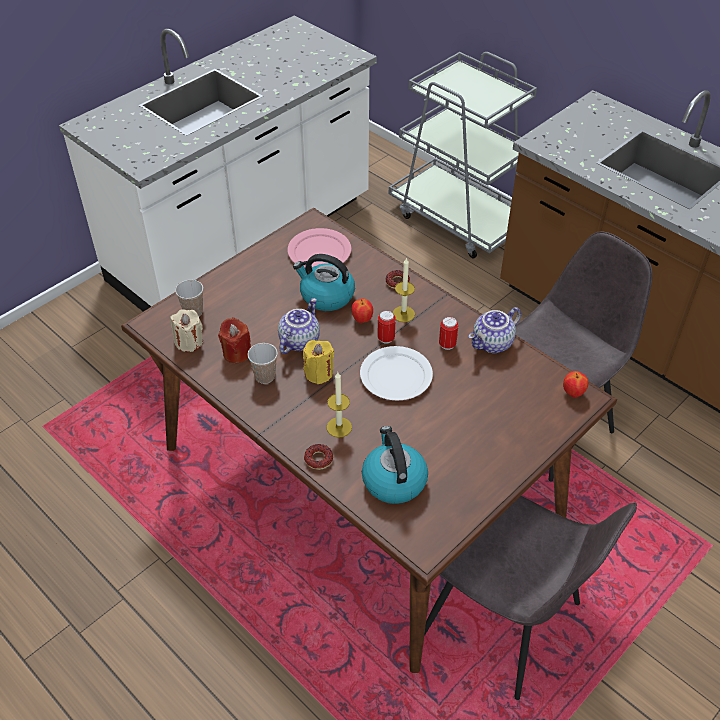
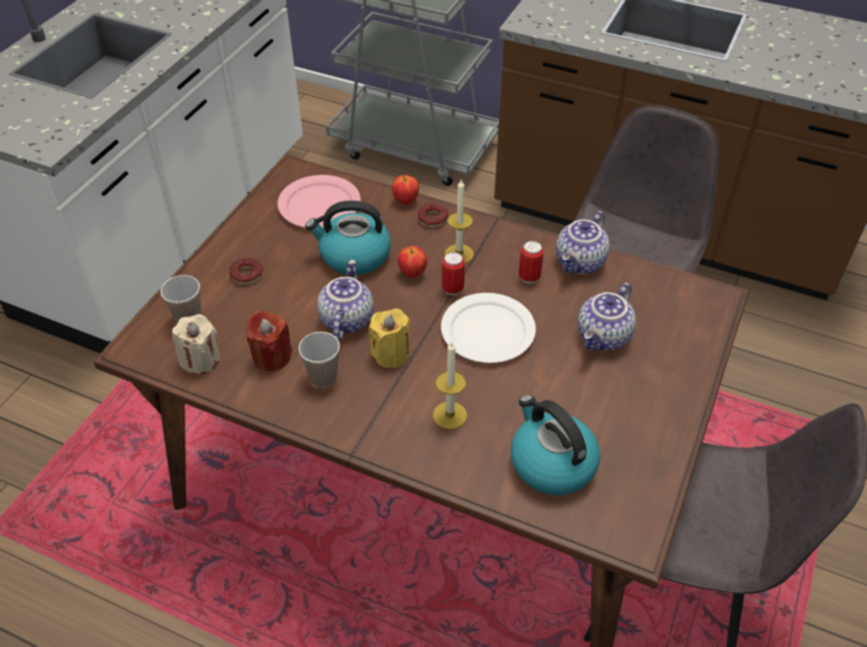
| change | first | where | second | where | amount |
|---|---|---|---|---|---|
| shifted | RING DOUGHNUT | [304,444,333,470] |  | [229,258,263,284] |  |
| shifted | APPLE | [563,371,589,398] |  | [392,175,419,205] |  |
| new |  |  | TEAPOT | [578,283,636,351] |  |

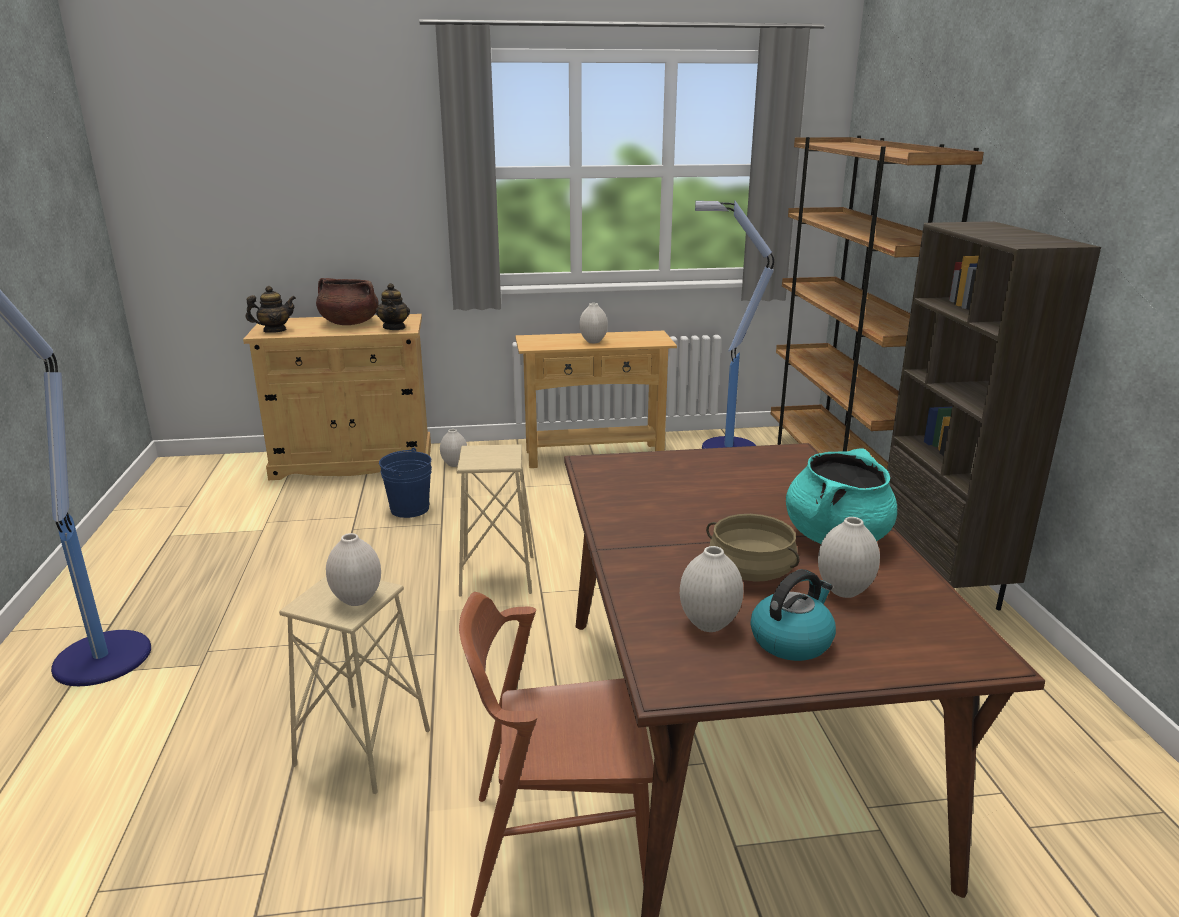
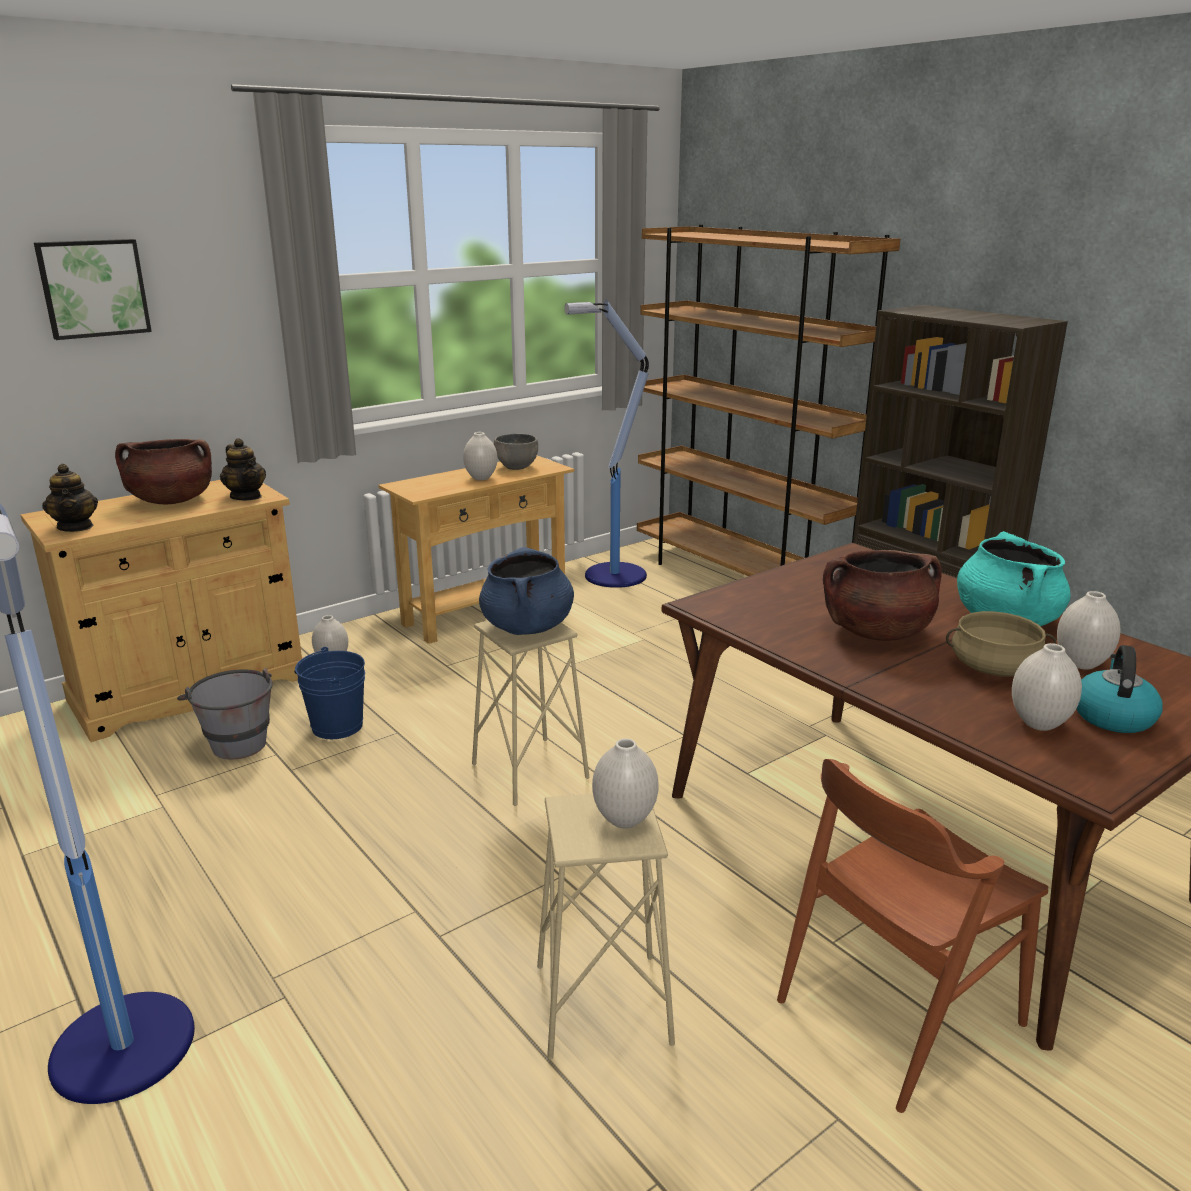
| change | first | where | second | where | amount |
|---|---|---|---|---|---|
| new |  |  | WALL PICTURE | [34,239,152,340] |  |
| rotated | TEAPOT | [246,286,296,333] |  | [42,464,98,532] | 120 degrees clockwise |
| new |  |  | GREY WATER BUCKET | [177,668,273,760] |  |
| new |  |  | BLUISH COOKING POT | [479,547,574,635] |  |
| new |  |  | GREY BOWL | [494,434,538,470] |  |
| new |  |  | BROWNISH COOKING POT | [823,550,941,641] |  |

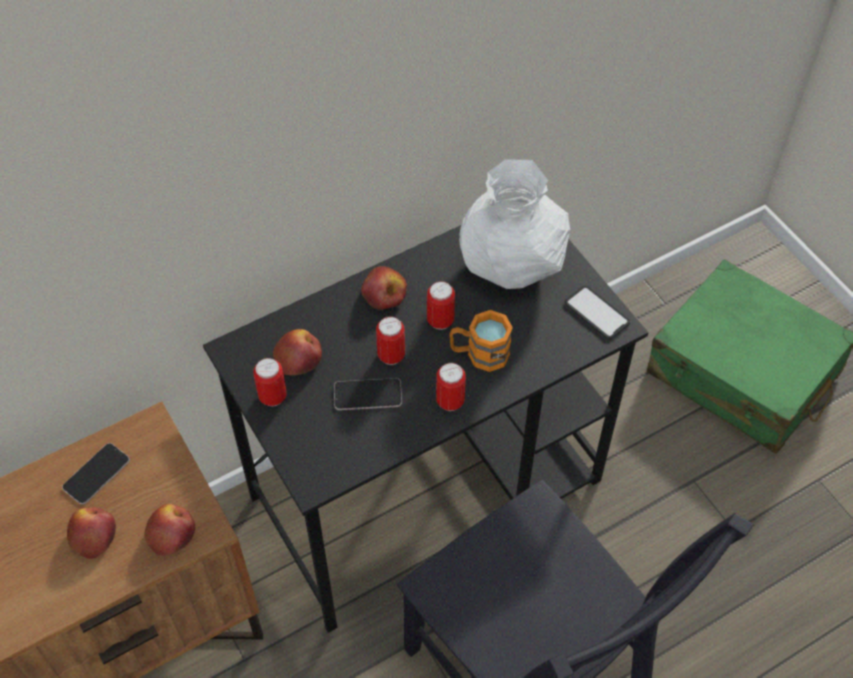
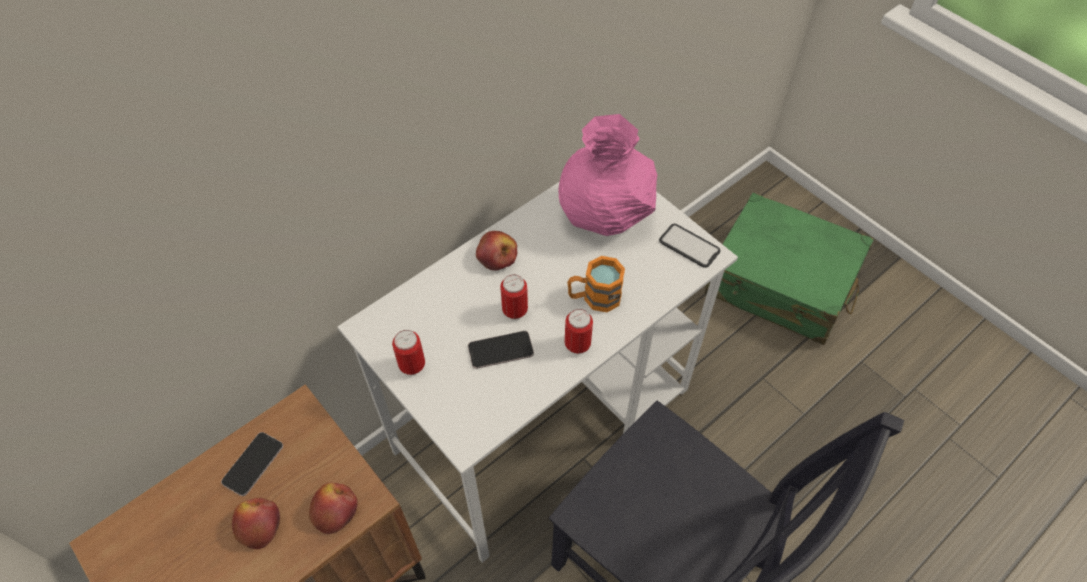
| change | first | where | second | where | amount |
|---|---|---|---|---|---|
| repainted | BLACK DESK UNIT | [203,225,649,633] | WHITISH DESK UNIT | [337,182,738,563] |  |
| repainted | WHITISH VASE | [459,159,570,289] | PINK-COLOURED VASE | [558,114,657,236] |  |
| gone | APPLE | [273,329,322,375] |  |  |  |
| gone | SEALED CAN | [427,281,455,330] |  |  |  |

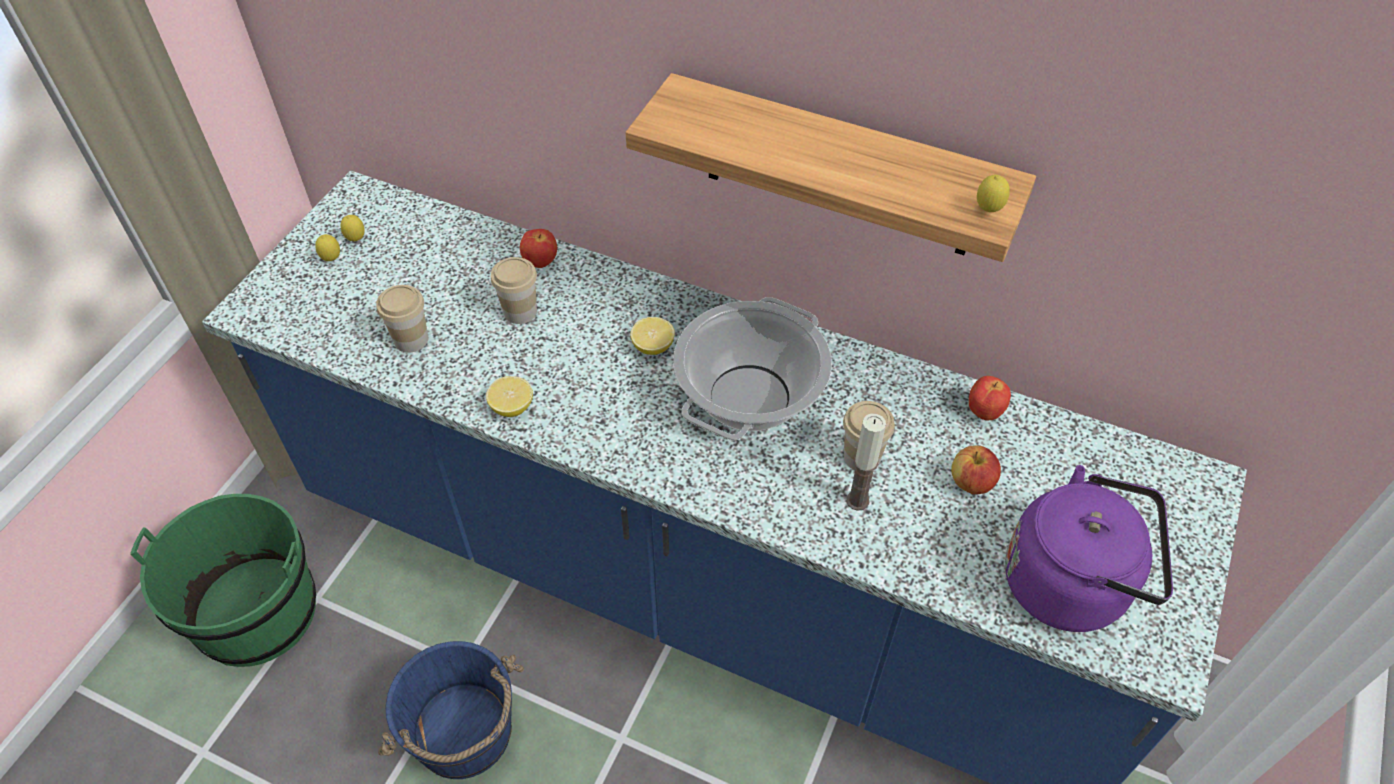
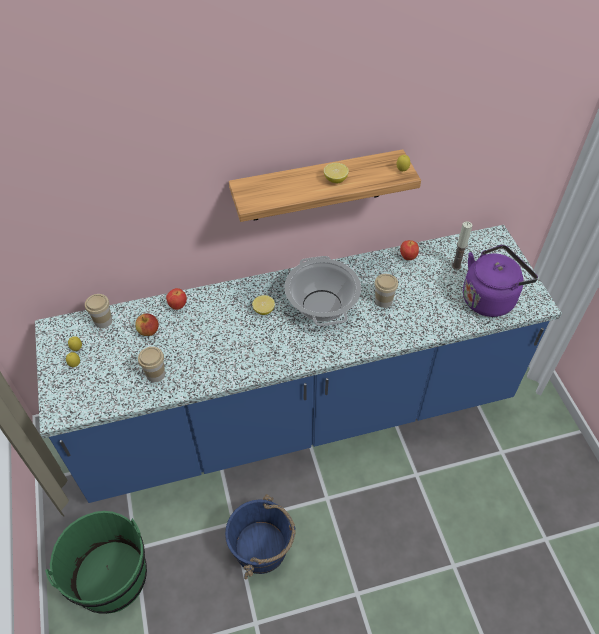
| change | first | where | second | where | amount |
|---|---|---|---|---|---|
| shifted | DRINKING CUP | [491,257,537,324] |  | [85,294,112,328] |  |
| shifted | APPLE | [951,446,1001,494] |  | [135,313,159,336] |  |
| shifted | WHOLE LEMON | [486,376,533,417] |  | [324,163,349,183] |  |
| shifted | WAX CANDLE | [846,413,886,511] |  | [451,221,472,270] |  |

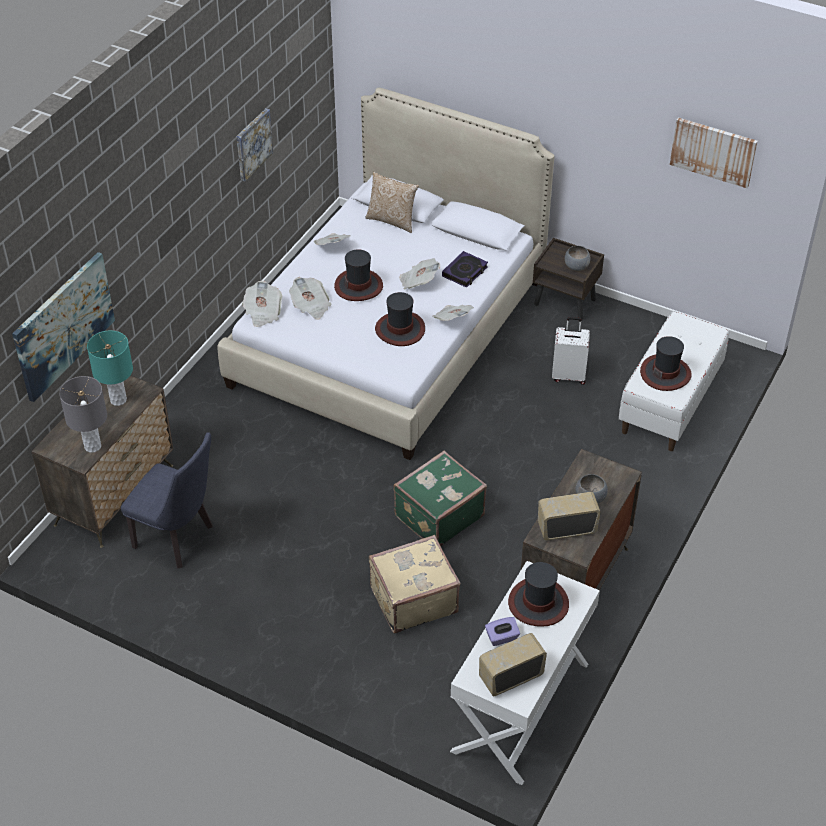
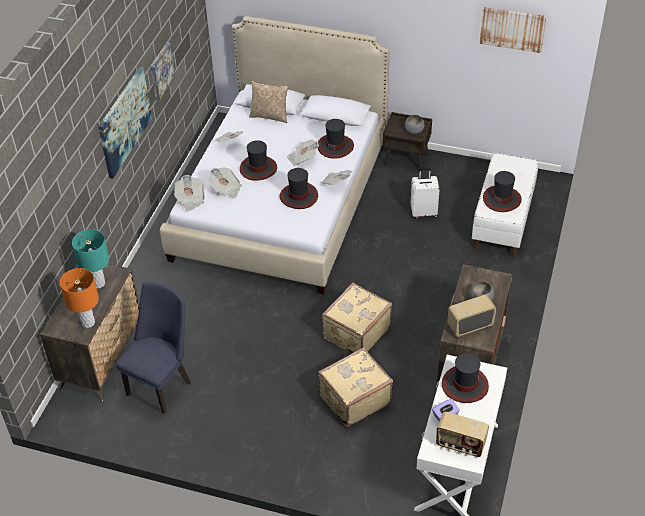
| change | first | where | second | where | amount |
|---|---|---|---|---|---|
| repainted | GREY LAMP FOR A TABLE | [59,376,107,453] | ORANGE-COLOURED LAMP FOR A TABLE | [60,268,99,328] |  |
| shifted | WALL PICTURE | [12,252,115,402] |  | [98,67,152,179] |  |
| rotated | BLUISH CHAIR | [121,432,213,569] |  | [116,282,191,414] | 75 degrees counterclockwise |
| swapped | BOOK | [442,251,488,288] | WEARABLE HAT | [317,119,354,159] |  |
| repainted | GREENISH SUITCASE | [394,451,487,546] | BEIGE SUITCASE | [322,283,392,354] |  |
| rotated | RADIO RECEIVER | [479,633,547,696] |  | [436,412,489,457] | 120 degrees counterclockwise |

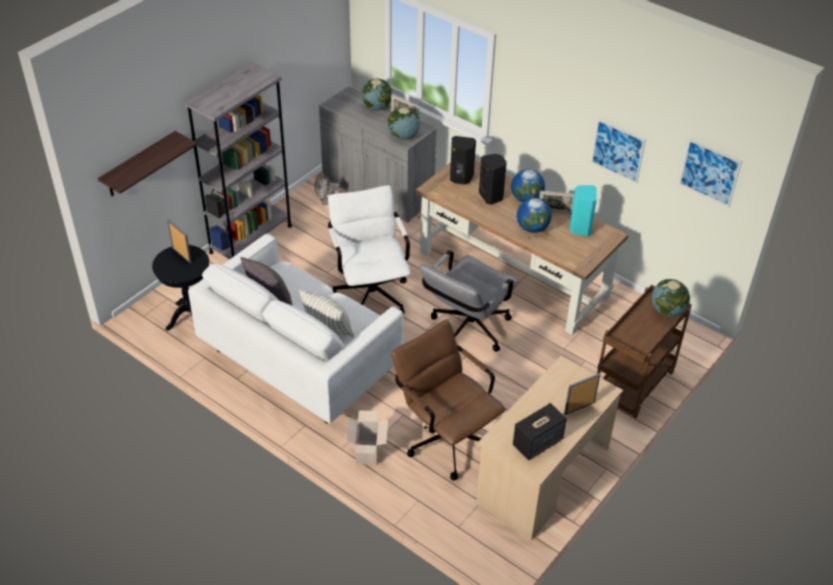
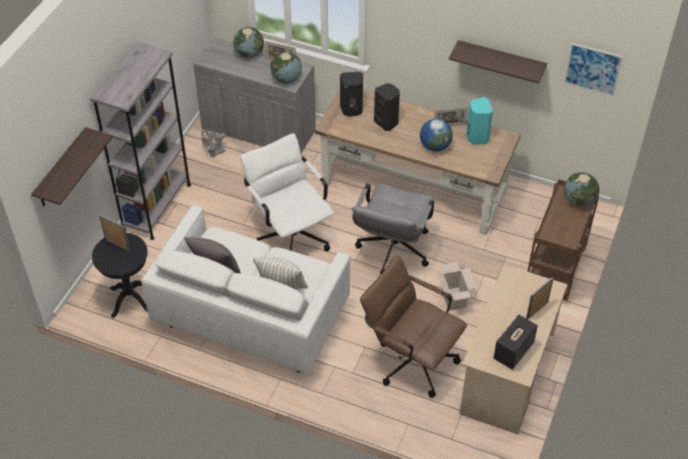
| change | first | where | second | where | amount |
|---|---|---|---|---|---|
| shifted | PACKING BOX | [346,410,388,465] |  | [437,262,477,311] |  |
| swapped | WALL PICTURE | [591,119,646,184] | WALL SHELF | [449,40,547,84] |  |
| gone | GLOBE | [511,169,545,202] |  |  |  |

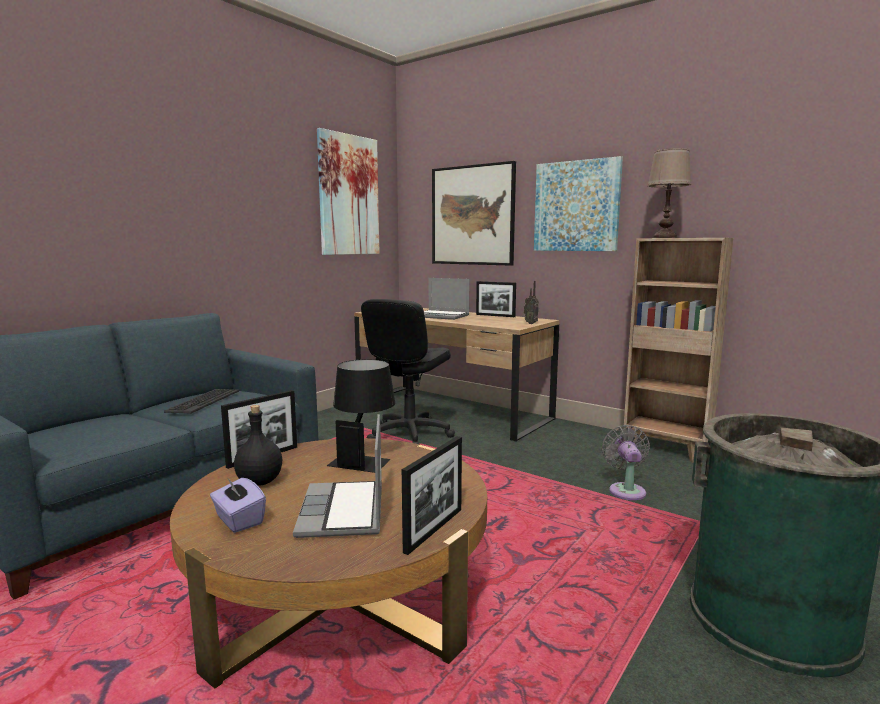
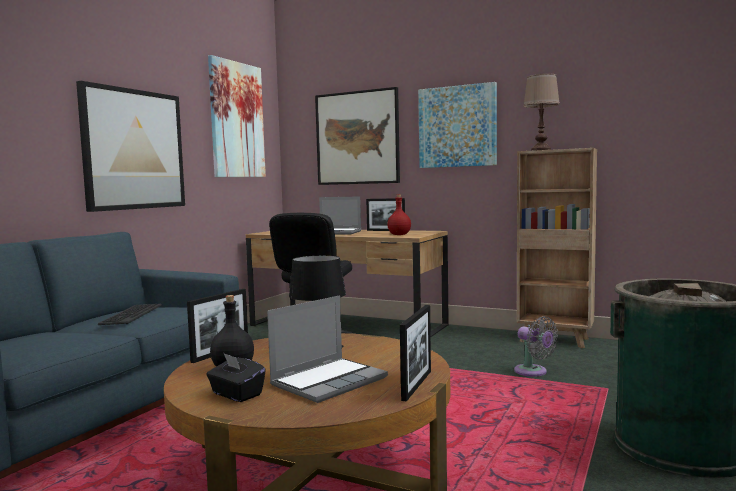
| change | first | where | second | where | amount |
|---|---|---|---|---|---|
| new |  |  | WALL PICTURE | [76,81,185,212] |  |
| repainted | PURPLISH BOX OF TISSUES | [210,477,266,533] | BLACK BOX OF TISSUES | [206,353,266,402] |  |
| rotated | NOTEBOOK COMPUTER | [293,414,382,538] |  | [267,295,388,403] | 120 degrees counterclockwise |
| new |  |  | REDDISH BOTTLE | [387,194,411,235] |  |
| rotated | GREY FAN | [602,425,650,500] |  | [514,316,558,377] | 150 degrees clockwise |
| gone | RADIO RECEIVER | [524,281,540,324] |  |  |  |

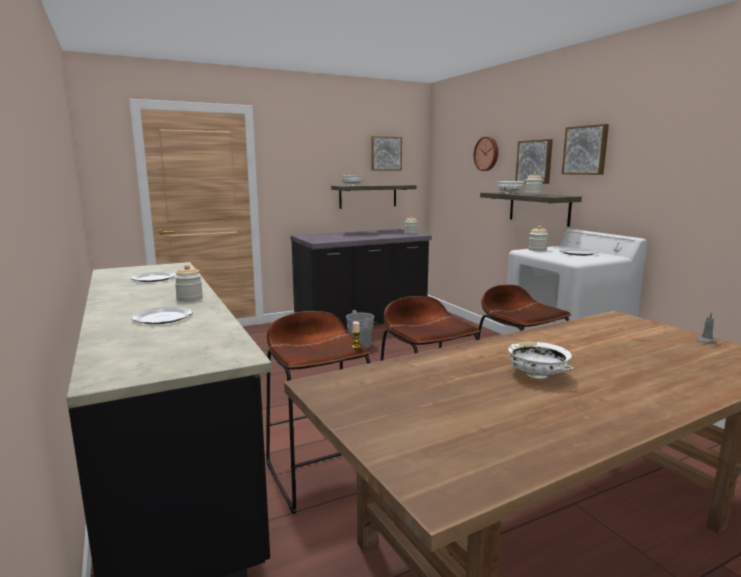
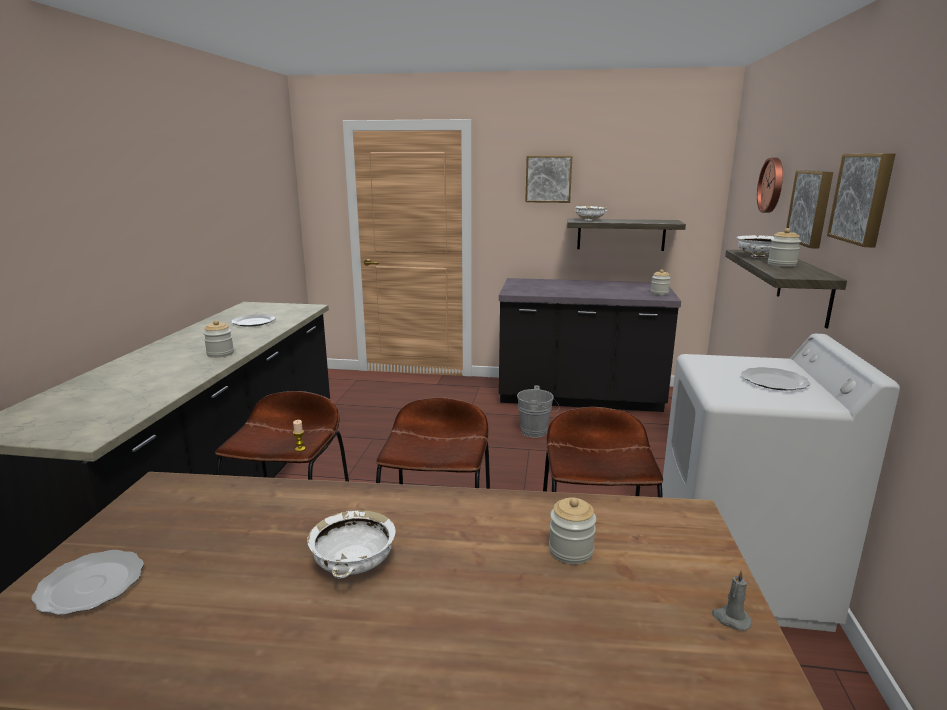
| change | first | where | second | where | amount |
|---|---|---|---|---|---|
| shifted | PLATE | [132,306,193,324] |  | [31,550,144,615] |  |
| shifted | WALL PICTURE | [371,136,402,171] |  | [525,156,573,203] |  |
| shifted | PRESERVE JAR | [528,226,548,251] |  | [549,498,596,564] |  |

